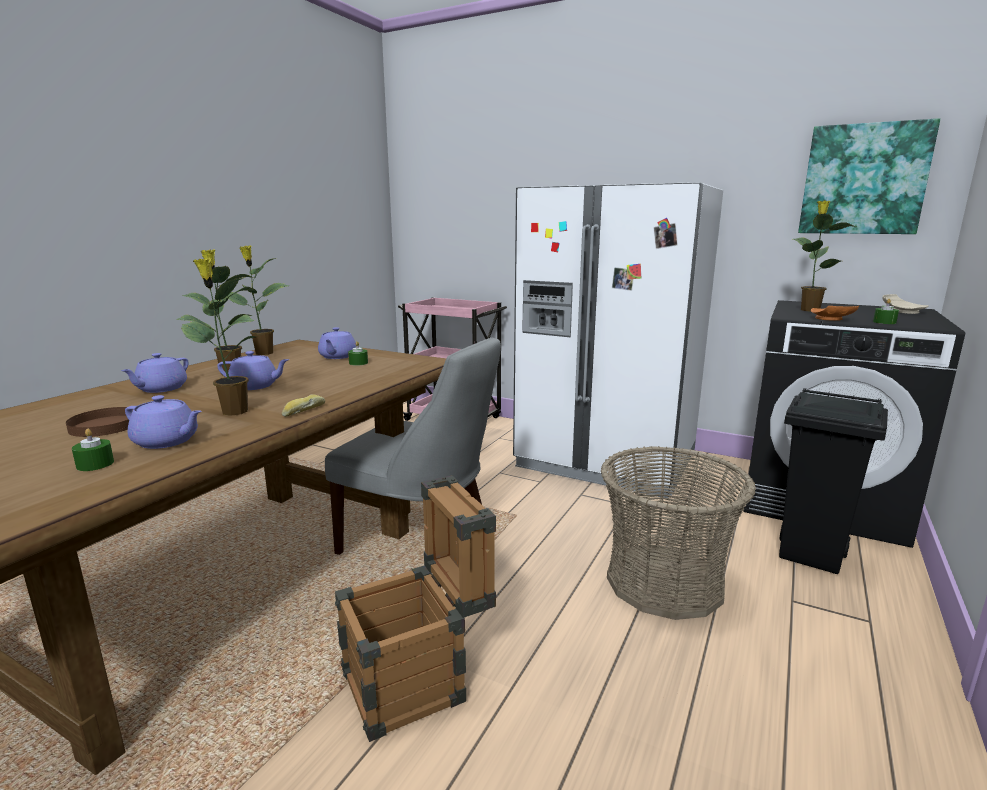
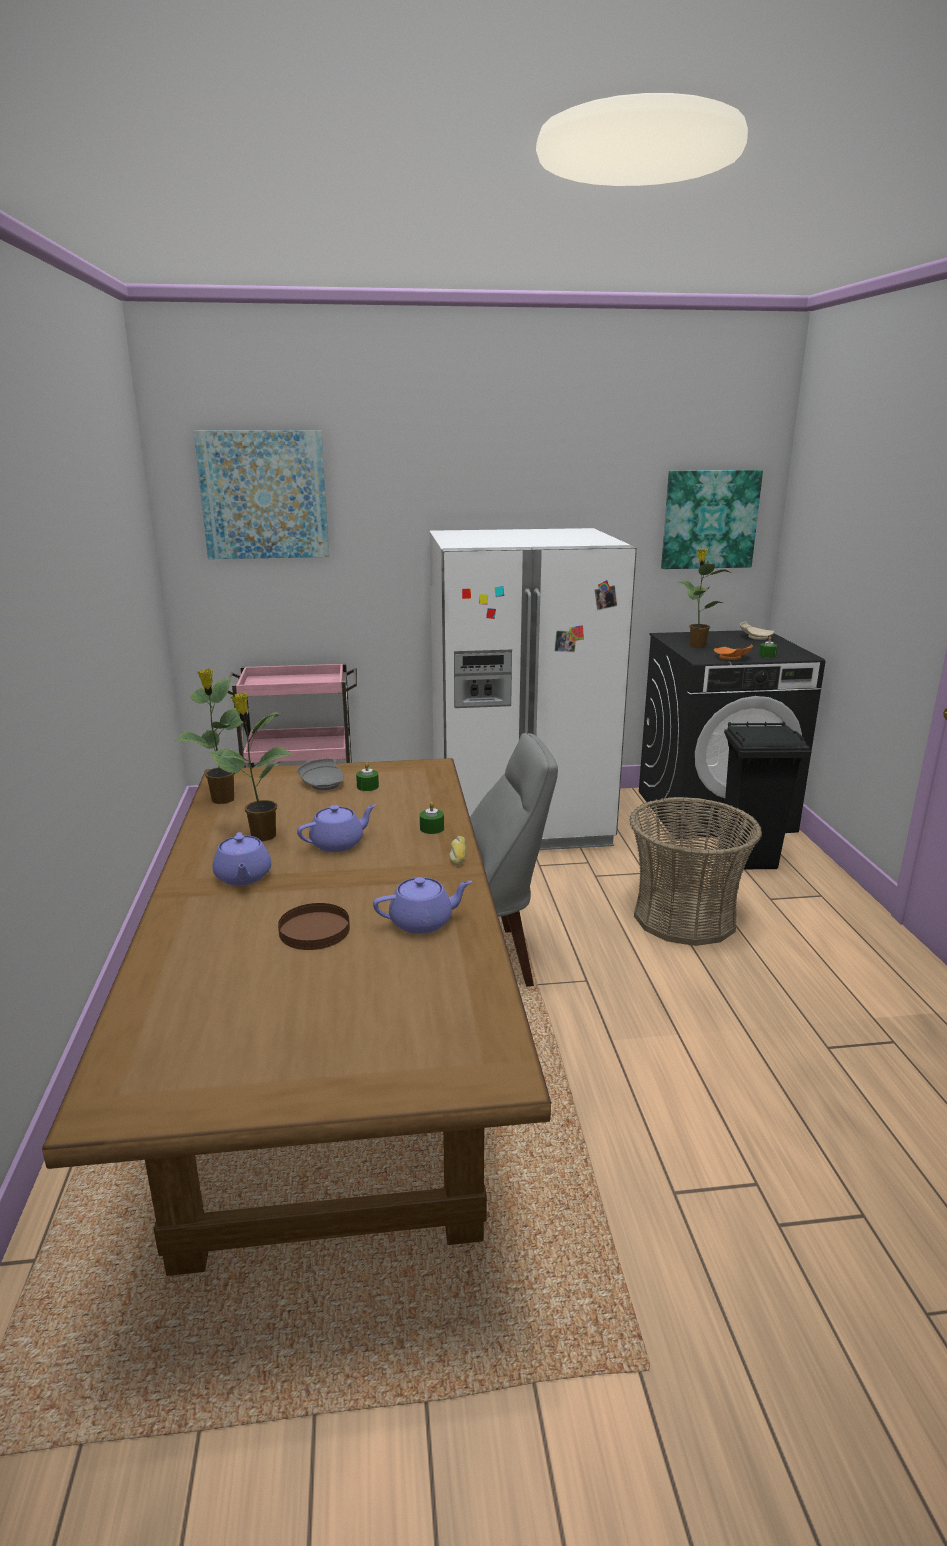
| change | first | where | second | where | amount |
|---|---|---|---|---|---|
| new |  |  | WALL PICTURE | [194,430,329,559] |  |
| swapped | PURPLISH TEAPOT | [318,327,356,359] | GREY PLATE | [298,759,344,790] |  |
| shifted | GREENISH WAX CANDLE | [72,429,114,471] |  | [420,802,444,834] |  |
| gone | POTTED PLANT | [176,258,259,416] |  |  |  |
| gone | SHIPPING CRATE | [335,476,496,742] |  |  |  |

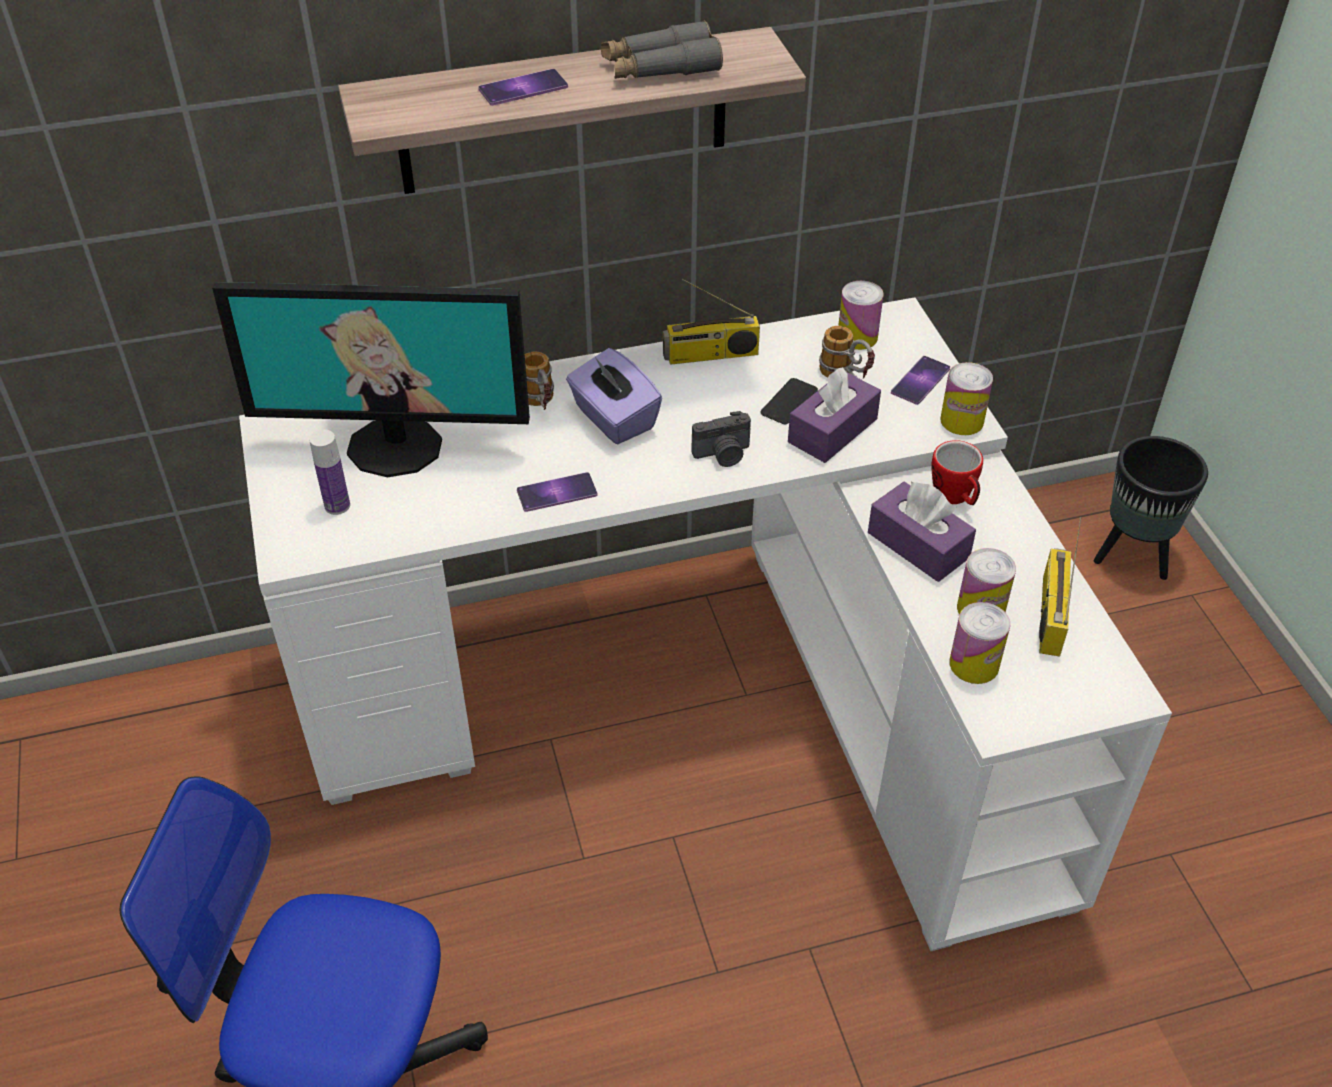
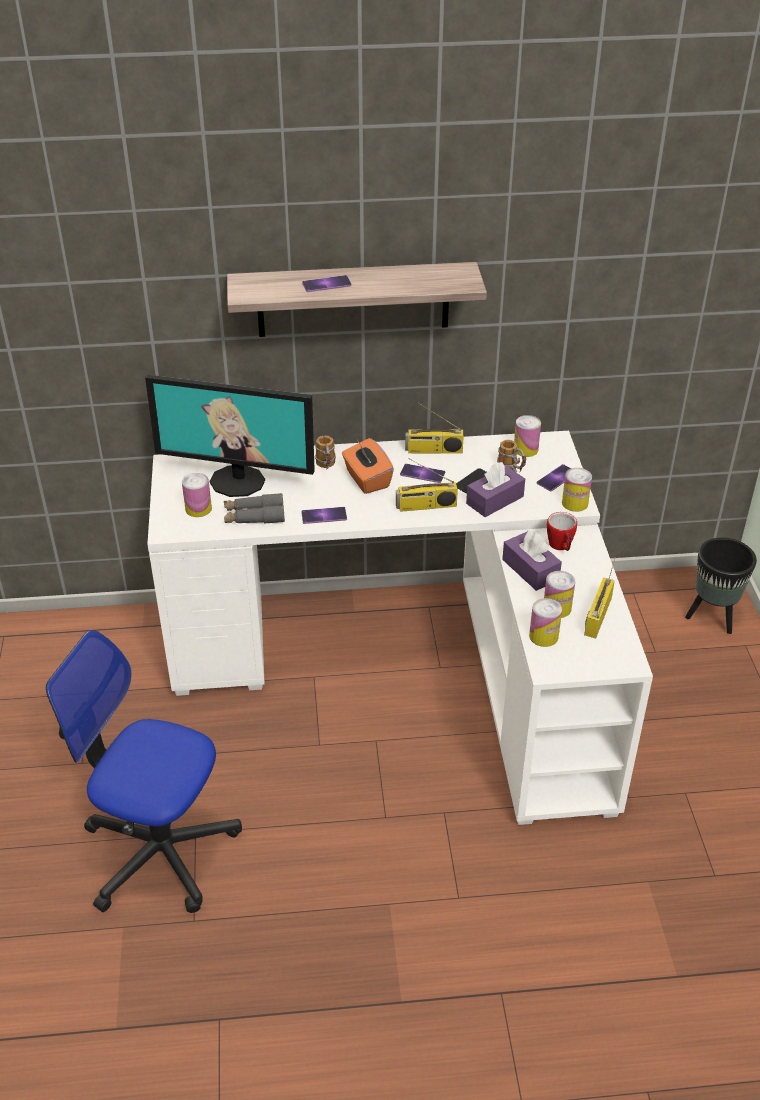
| change | first | where | second | where | amount |
|---|---|---|---|---|---|
| swapped | BOTTLE | [309,429,350,515] | SEALED CAN | [182,473,212,517] |  |
| shifted | GREY BINOCULARS | [601,20,723,79] |  | [224,493,285,524] |  |
| repainted | PURPLISH BOX OF TISSUES | [566,348,662,444] | ORANGE-COLOURED BOX OF TISSUES | [342,438,394,494] |  |
| swapped | STILL CAMERA | [692,411,751,467] | RADIO RECEIVER | [396,458,458,512] |  |
| new |  |  | HANDSET | [400,464,445,483] |  |

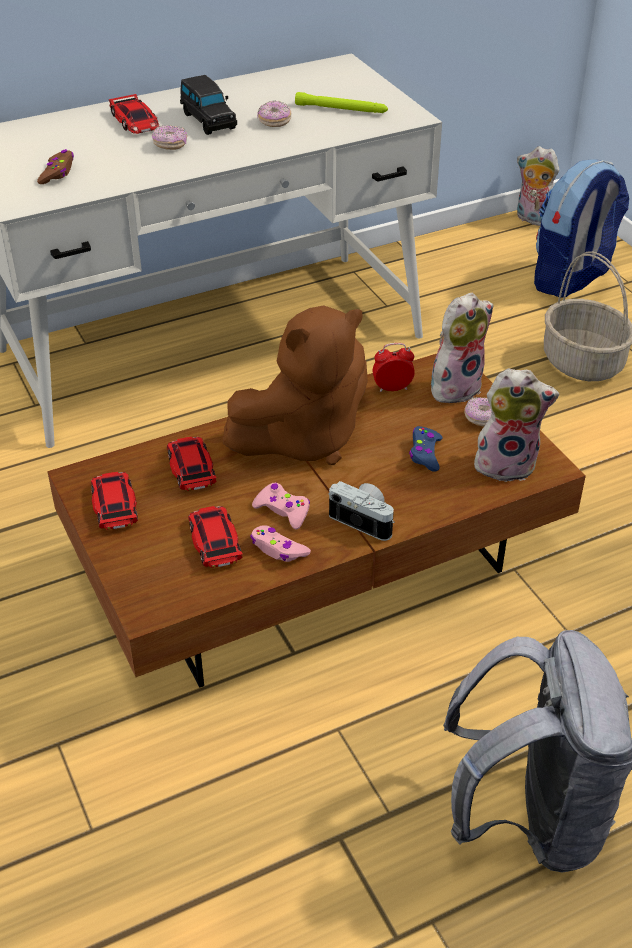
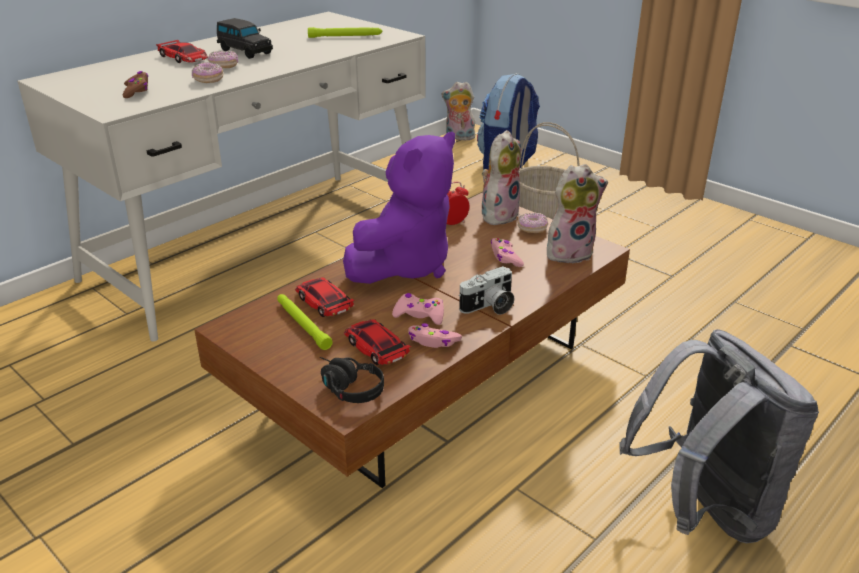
| change | first | where | second | where | amount |
|---|---|---|---|---|---|
| shifted | RING DOUGHNUT | [257,101,291,127] |  | [192,62,224,83] |  |
| new |  |  | GREENISH TORCH | [277,294,333,350] |  |
| new |  |  | BLACK HEADSET | [320,357,384,403] |  |
| repainted | BROWNISH SOFT TOY | [223,305,368,465] | PURPLISH SOFT TOY | [343,132,455,284] |  |
| rotated | STILL CAMERA | [329,481,395,541] |  | [459,266,514,315] | 135 degrees clockwise |
| repainted | BLUISH GAME CONTROLLER | [409,426,443,472] | PINK-COLOURED GAME CONTROLLER | [491,238,524,267] |  |
| gone | MODEL CAR | [91,472,138,530] |  |  |  |

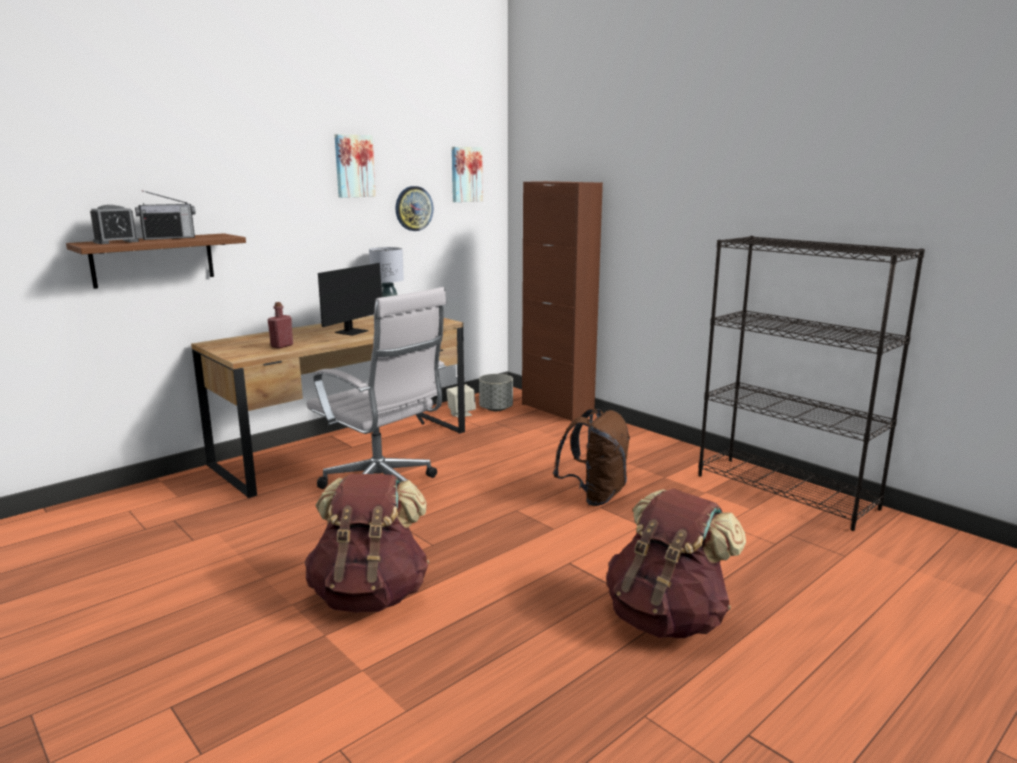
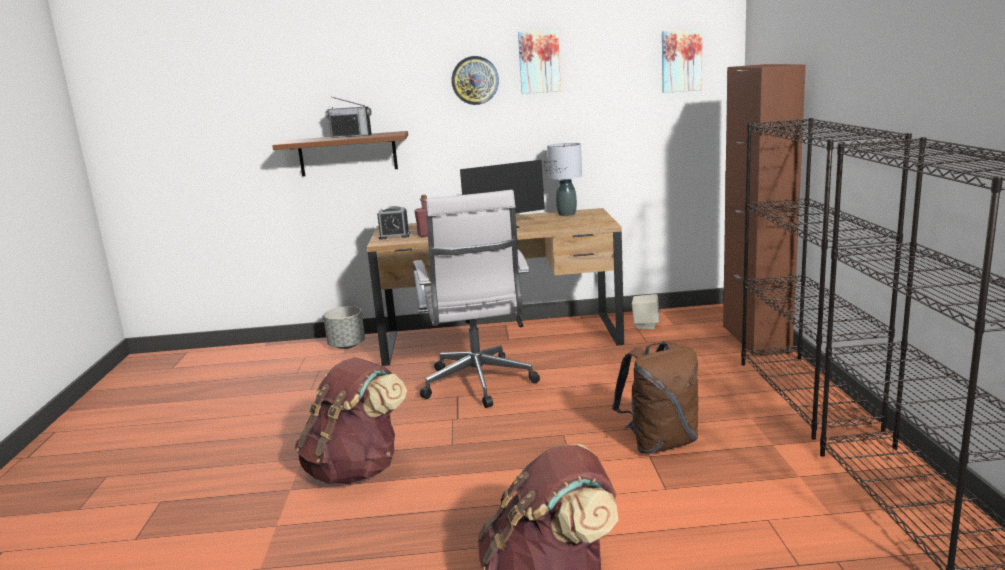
| change | first | where | second | where | amount |
|---|---|---|---|---|---|
| shifted | GREY PLANTER | [479,374,513,411] |  | [323,306,365,349] |  |
| shifted | ALARM CLOCK | [90,205,139,244] |  | [377,206,410,240] |  |
| shifted | CLOCK ON THE WALL | [396,186,433,231] |  | [452,56,499,105] |  |
| new |  |  | BLACK BOOKCASE | [741,118,912,440] |  |

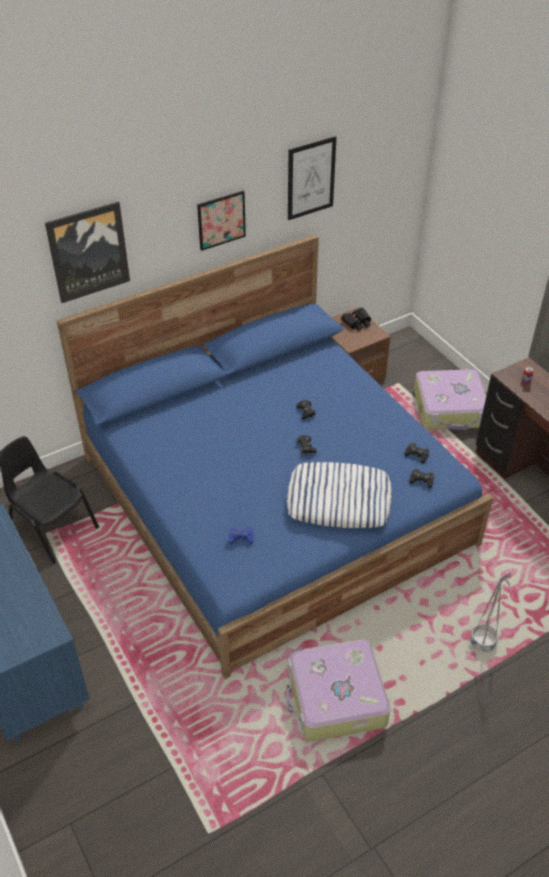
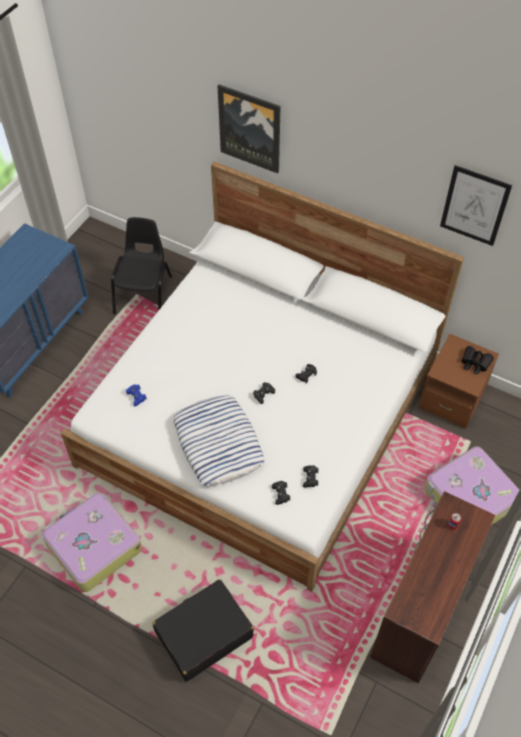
| change | first | where | second | where | amount |
|---|---|---|---|---|---|
| repainted | BLUISH SLEEPING BED | [57,234,493,679] | WHITISH SLEEPING BED | [61,162,464,592] |  |
| swapped | GREY PLANTER | [470,573,513,652] | BLACK SUITCASE | [153,579,254,682] |  |
| gone | WALL PICTURE | [197,191,246,251] |  |  |  |

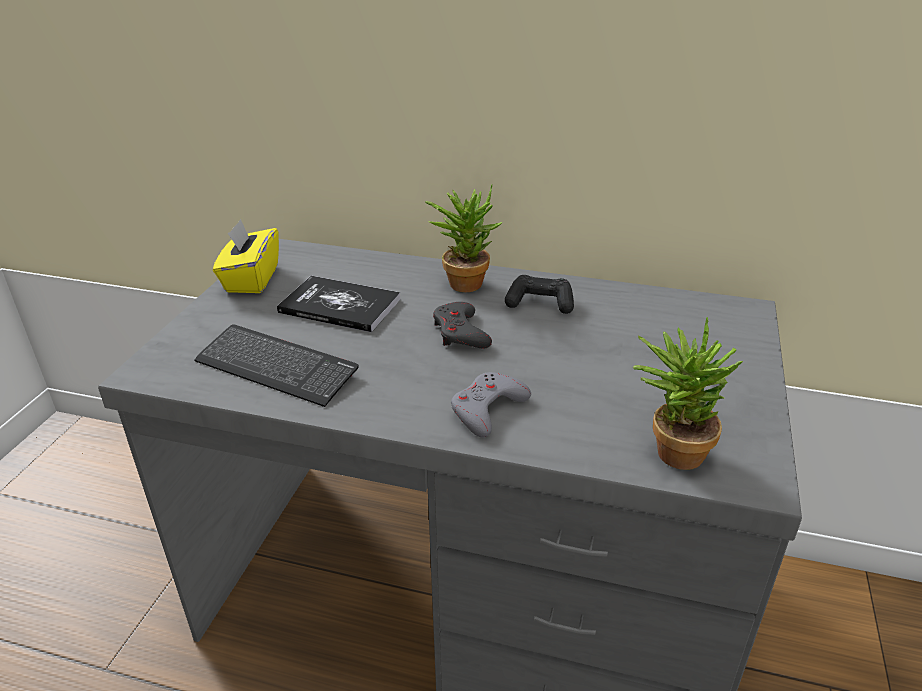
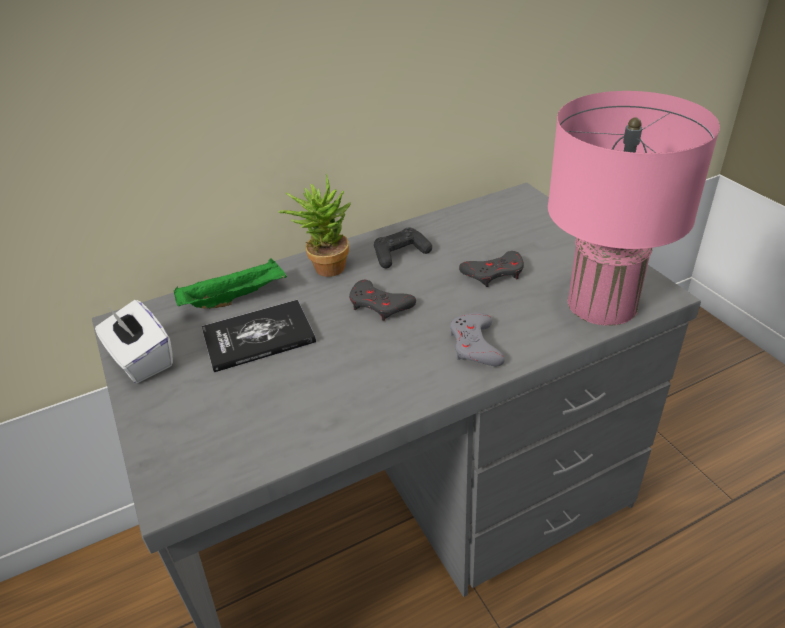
| change | first | where | second | where | amount |
|---|---|---|---|---|---|
| repainted | YELLOW-COLOURED BOX OF TISSUES | [213,219,279,293] | WHITISH BOX OF TISSUES | [95,300,173,383] |  |
| new |  |  | GREENISH CARRYING TRAY | [174,258,287,309] |  |
| new |  |  | GREY GAME CONTROLLER | [459,251,524,287] |  |
| swapped | POTTED PLANT | [633,317,743,470] | PINK-COLOURED LAMP FOR A TABLE | [548,91,720,326] |  |
| gone | KEYBOARD | [194,325,359,407] |  |  |  |

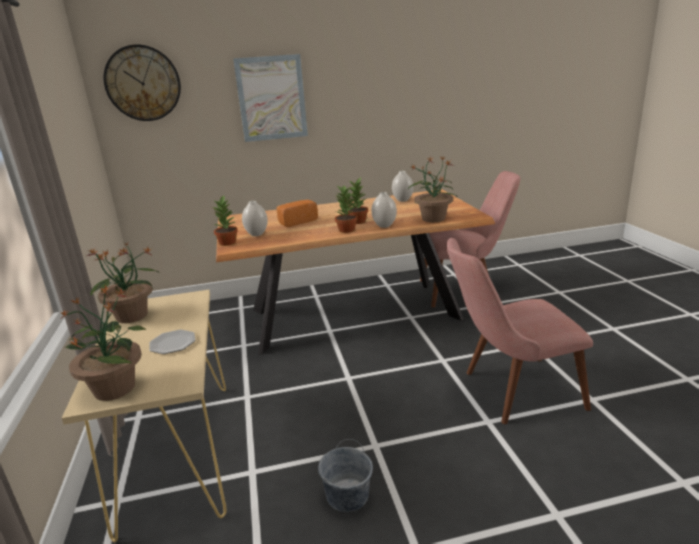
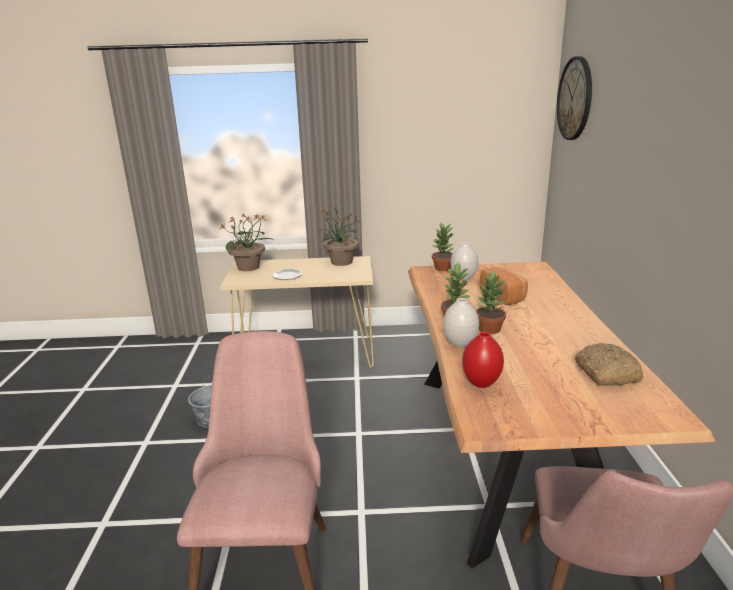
| change | first | where | second | where | amount |
|---|---|---|---|---|---|
| swapped | POTTED PLANT | [408,156,457,222] | REDDISH VASE | [462,332,504,388] |  |
| swapped | WHITISH VASE | [392,171,413,202] | BREAD | [575,343,644,386] |  |
| gone | WALL PICTURE | [233,54,308,142] |  |  |  |

